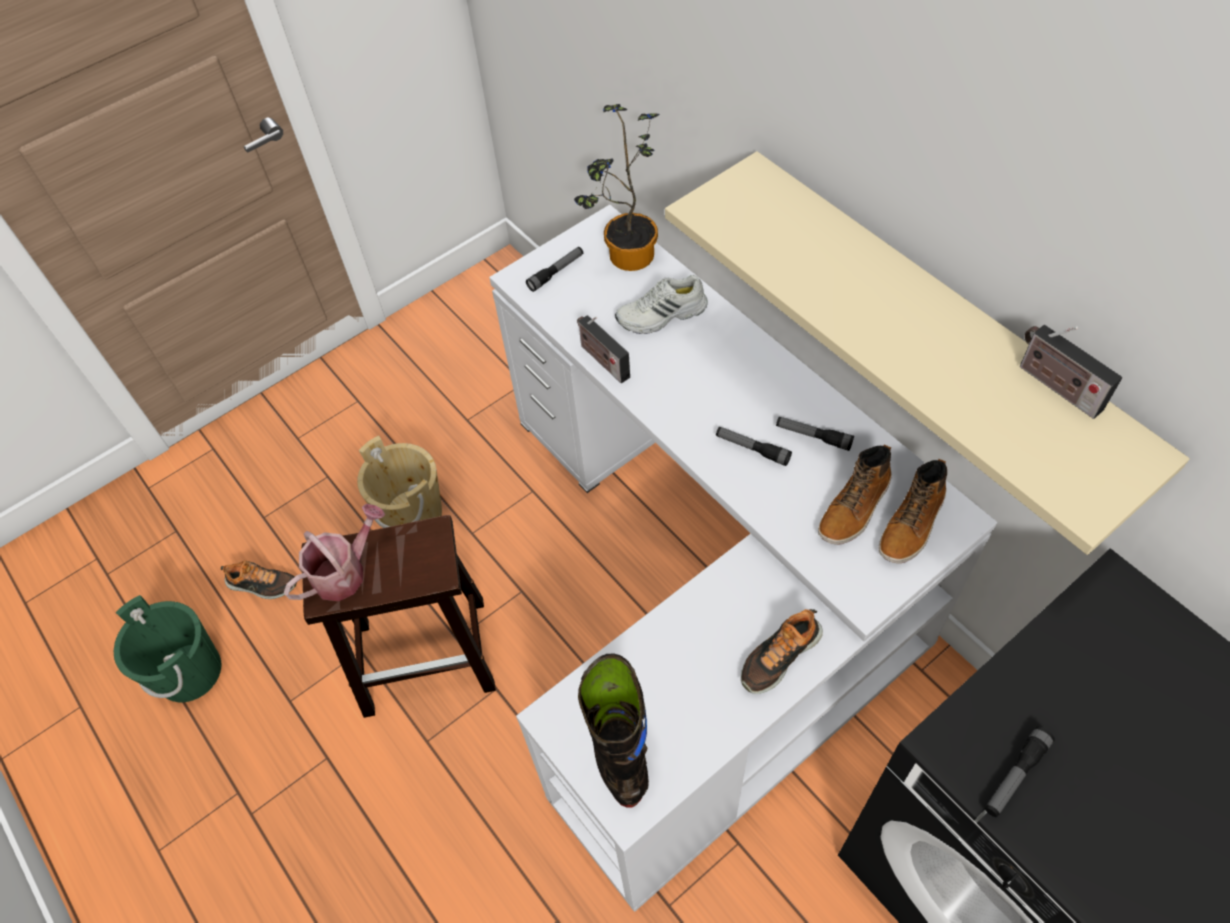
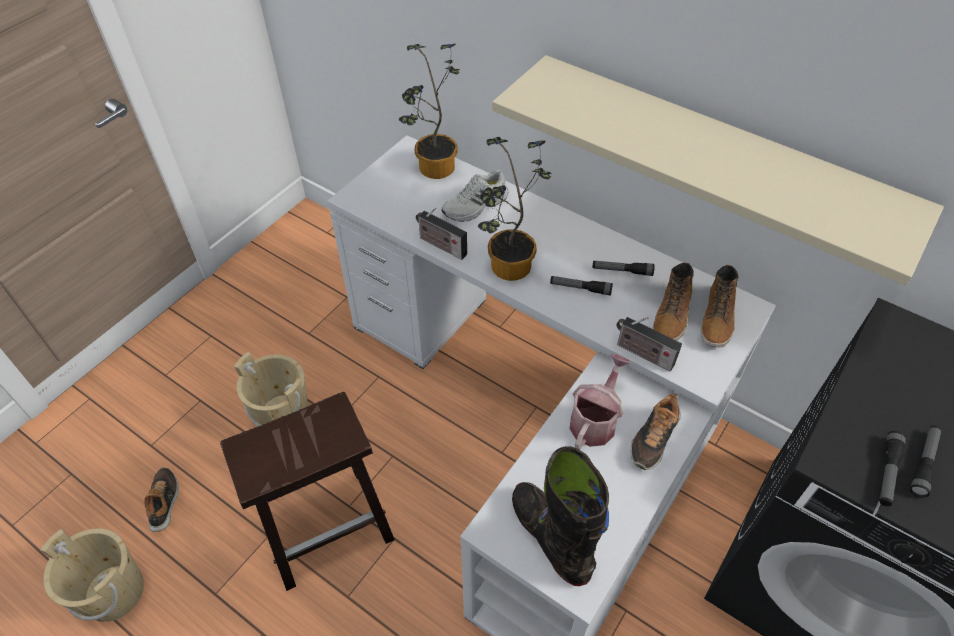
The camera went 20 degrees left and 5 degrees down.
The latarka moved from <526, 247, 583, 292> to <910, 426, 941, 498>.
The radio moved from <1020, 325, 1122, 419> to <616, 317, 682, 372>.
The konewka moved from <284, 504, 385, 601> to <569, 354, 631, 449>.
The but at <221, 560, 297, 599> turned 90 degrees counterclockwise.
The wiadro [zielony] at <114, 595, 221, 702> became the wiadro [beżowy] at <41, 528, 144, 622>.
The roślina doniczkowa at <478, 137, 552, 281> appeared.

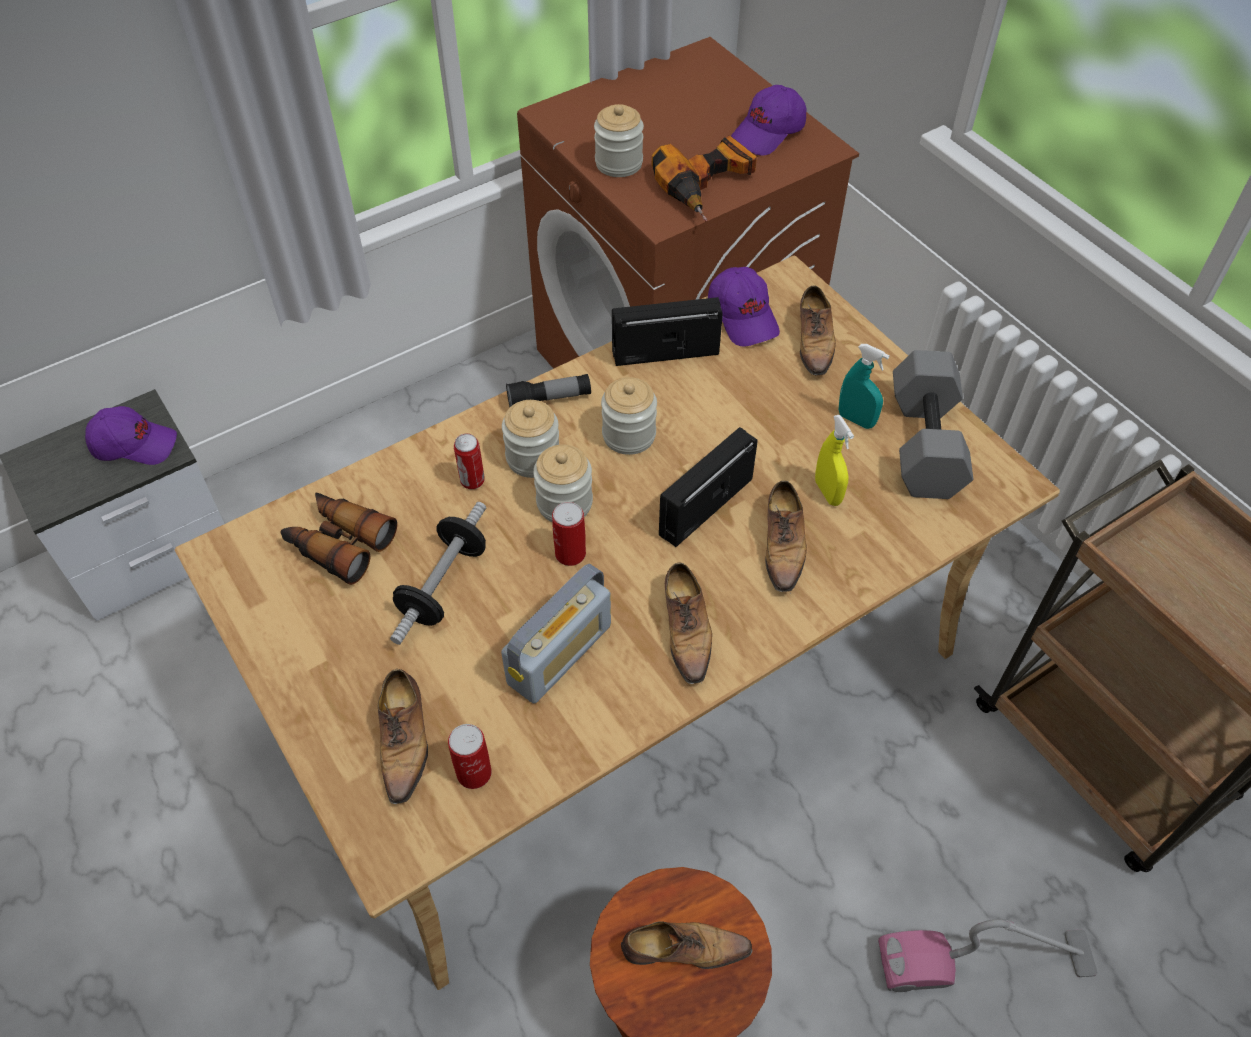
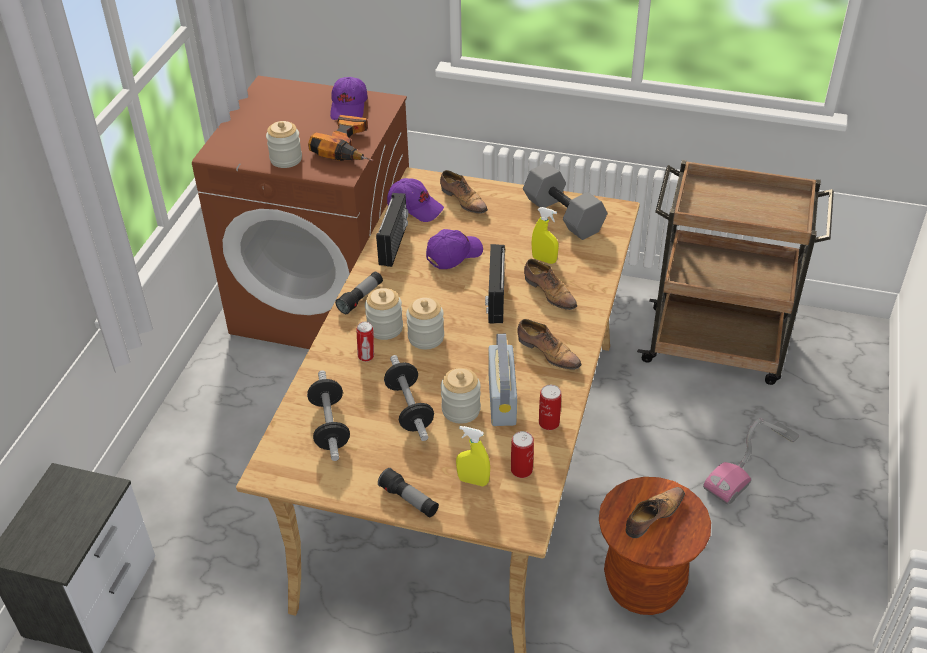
The camera went 40 degrees left and 10 degrees down.
The radio at <612, 297, 723, 366> turned 150 degrees clockwise.
The spryskiwacz [turkusowy] at <839, 344, 890, 429> disappeared.
The słoik moved from <601, 377, 657, 455> to <441, 368, 481, 424>.
The czapka z daszkiem [fioletowy] moved from <85, 406, 177, 465> to <426, 229, 483, 269>.
The lornetka at <280, 493, 397, 585> was replaced by the hantel at <307, 370, 350, 461>.
The puszka moved from <552, 502, 586, 566> to <539, 385, 561, 430>.
The but at <378, 669, 428, 804> was replaced by the spryskiwacz [żółty] at <456, 426, 490, 486>.
The latarka at <378, 468, 439, 517> appeared.

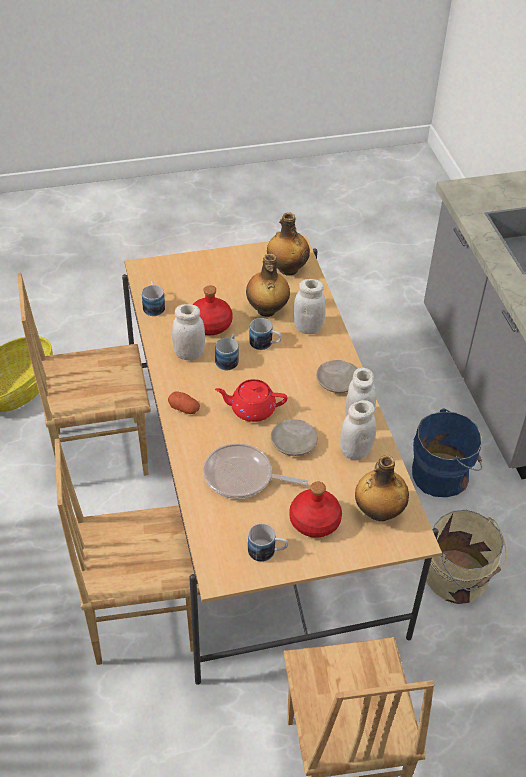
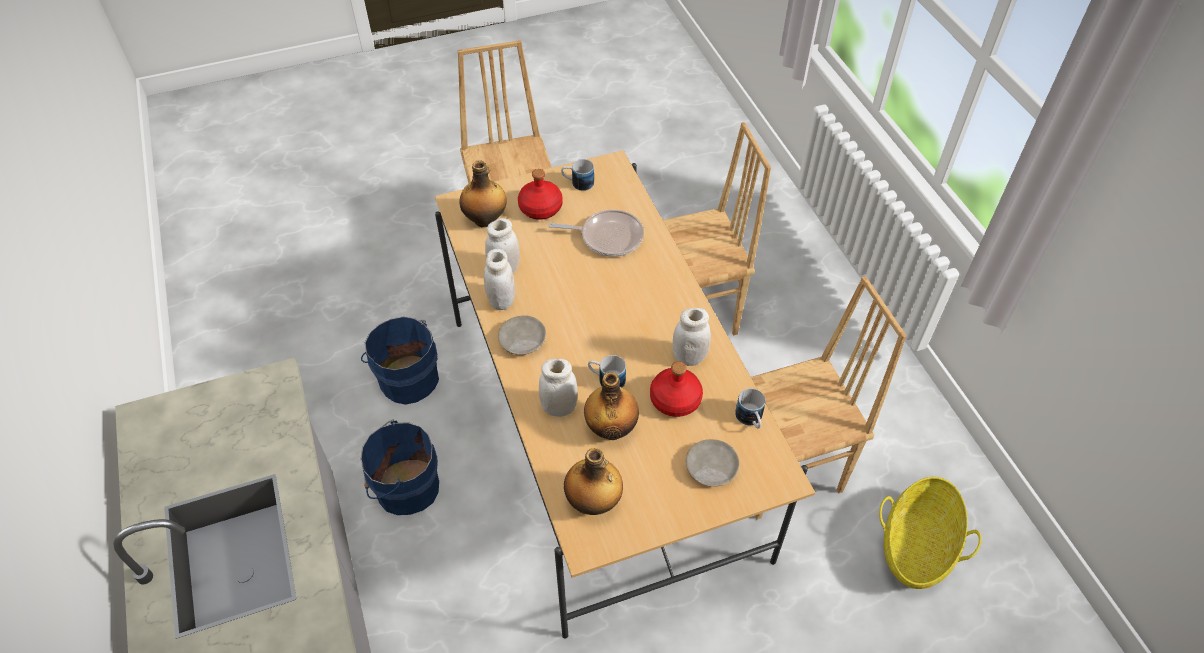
The camera went 175 degrees right and 5 degrees up.
The kubek at <215, 334, 239, 370> disappeared.
The imbryk [czerwony] at <215, 379, 287, 422> disappeared.
The ziemniak at <168, 391, 200, 414> disappeared.
The talerz [beżowy] moved from <271, 419, 318, 456> to <686, 439, 739, 486>.
The wiadro [beżowy] at <426, 510, 507, 604> became the wiadro [niebieski] at <361, 317, 439, 405>.

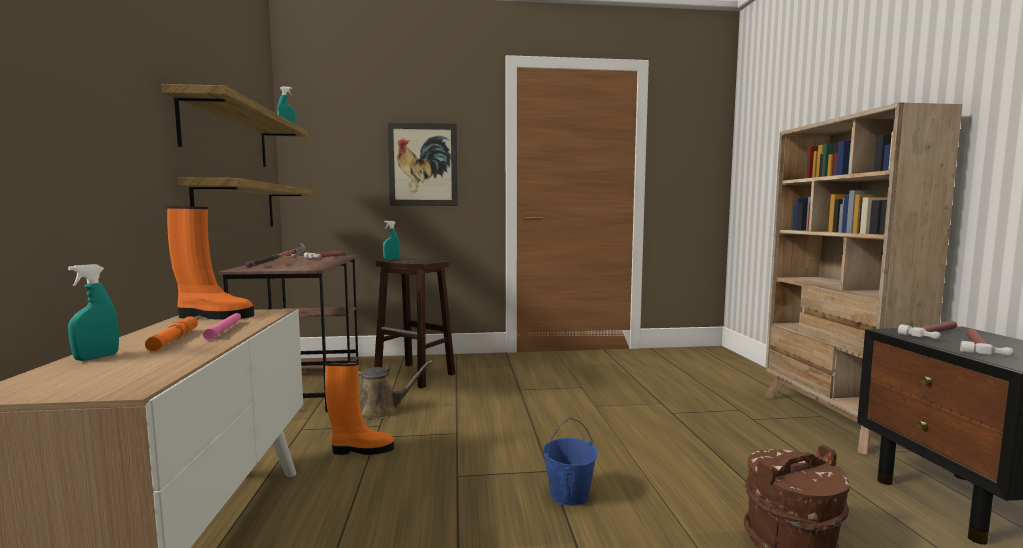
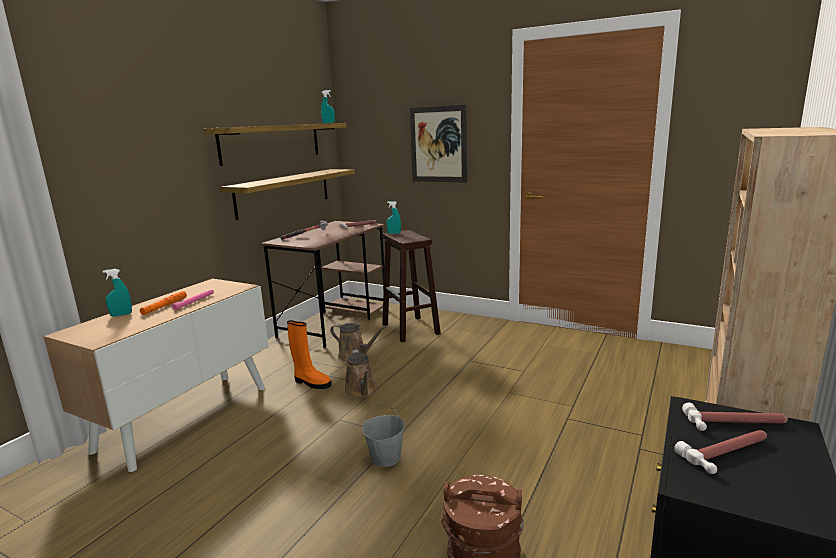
The camera went 35 degrees right and 10 degrees up.
The but z cholewką [pomarańczowy] at <167, 206, 254, 319> disappeared.
The wiadro [niebieski] at <543, 418, 598, 506> became the wiadro [szary] at <362, 403, 405, 467>.
The konewka [brązowy] at <344, 349, 378, 398> appeared.

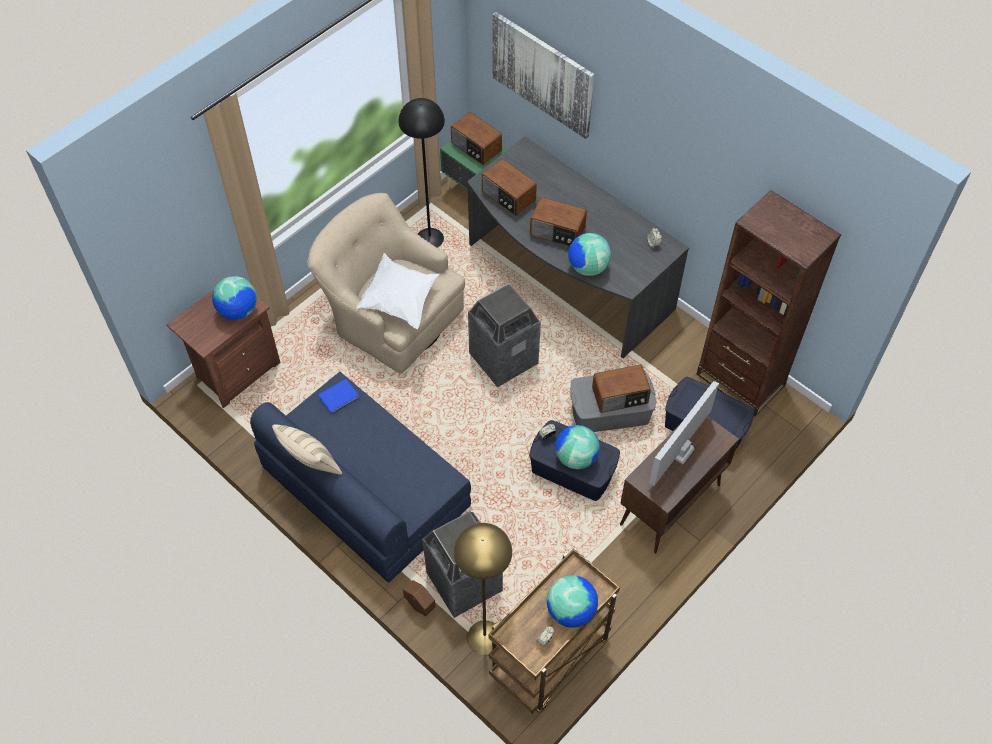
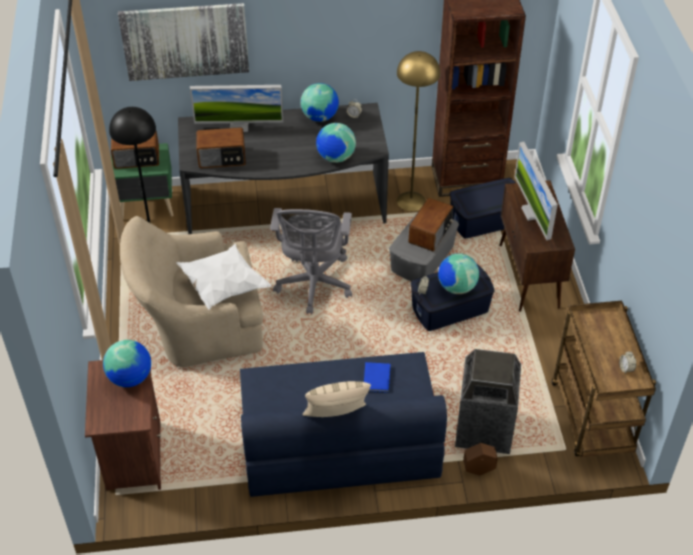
The camera went 50 degrees left and 10 degrees down.
The radio at <530, 197, 587, 247> disappeared.
The kosz na śmieci at <468, 283, 541, 387> was replaced by the krzesło biurowe [szary] at <270, 208, 352, 314>.
The książka [niebieski] moved from <318, 379, 359, 414> to <364, 362, 390, 393>.
The lampa stojąca [żółty] moved from <454, 523, 512, 655> to <397, 51, 441, 211>.
The globus moved from <547, 575, 598, 628> to <301, 83, 339, 122>.
The monitor at <190, 85, 283, 132> appeared.

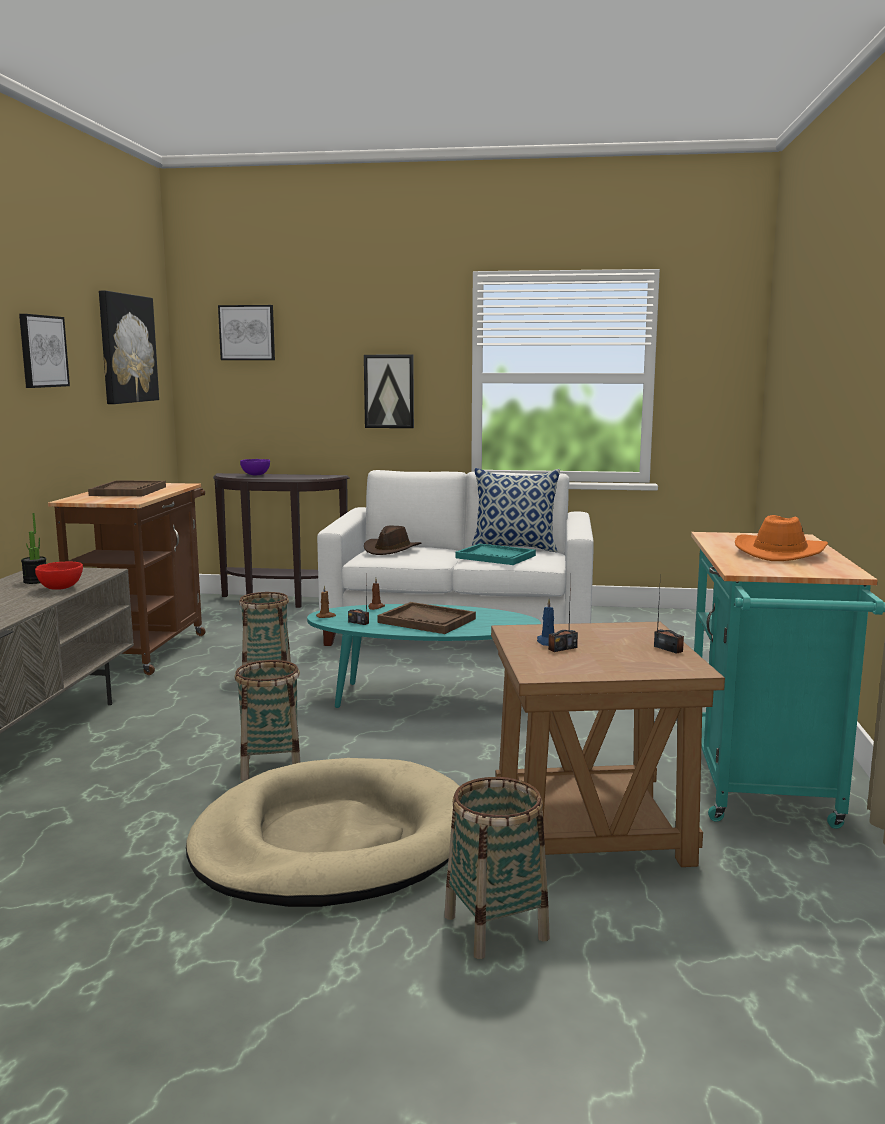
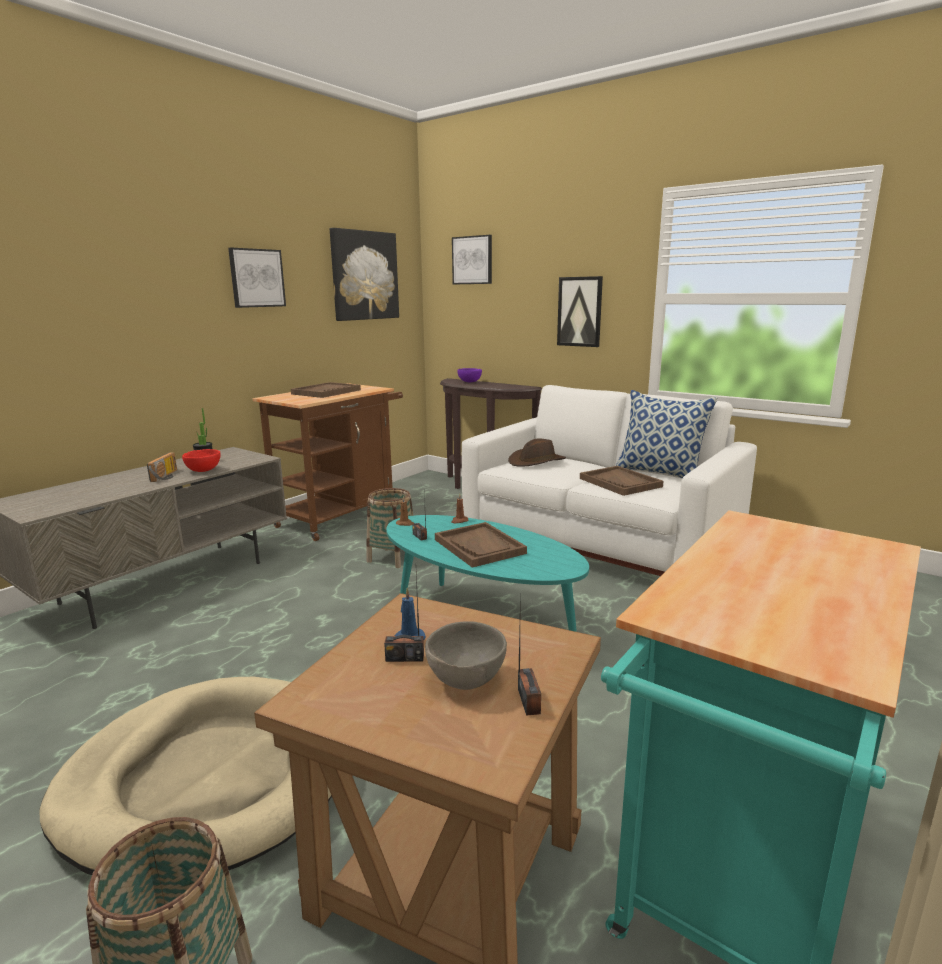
The camera went 30 degrees right and 5 degrees up.
The kapelusz [pomarańczowy] at <735, 515, 828, 561> disappeared.
The taca [turkusowy] at <455, 543, 536, 565> became the taca [brązowy] at <580, 466, 663, 496>.
The koszyk at <235, 660, 300, 781> disappeared.
The radio at <147, 452, 177, 482> appeared.
The miska [szary] at <425, 621, 507, 690> appeared.

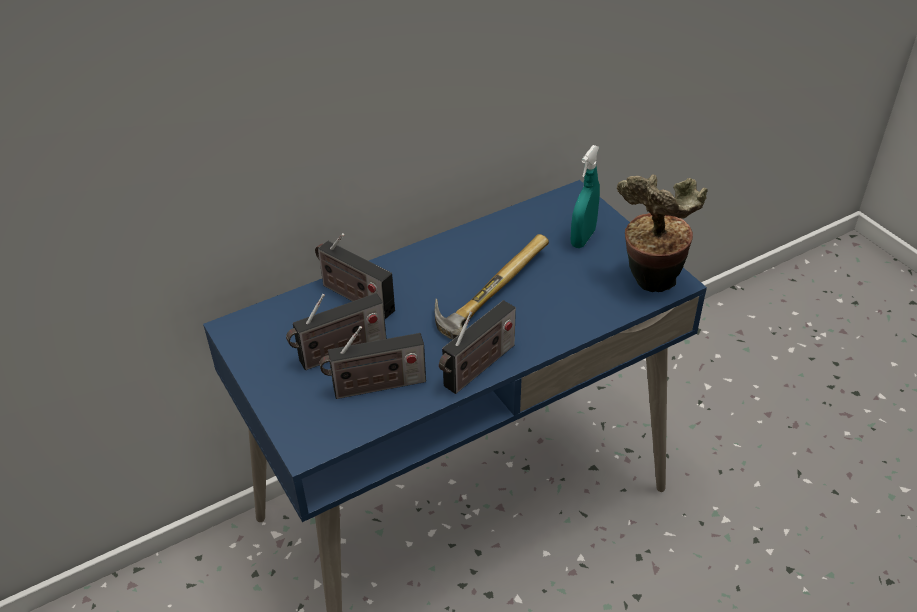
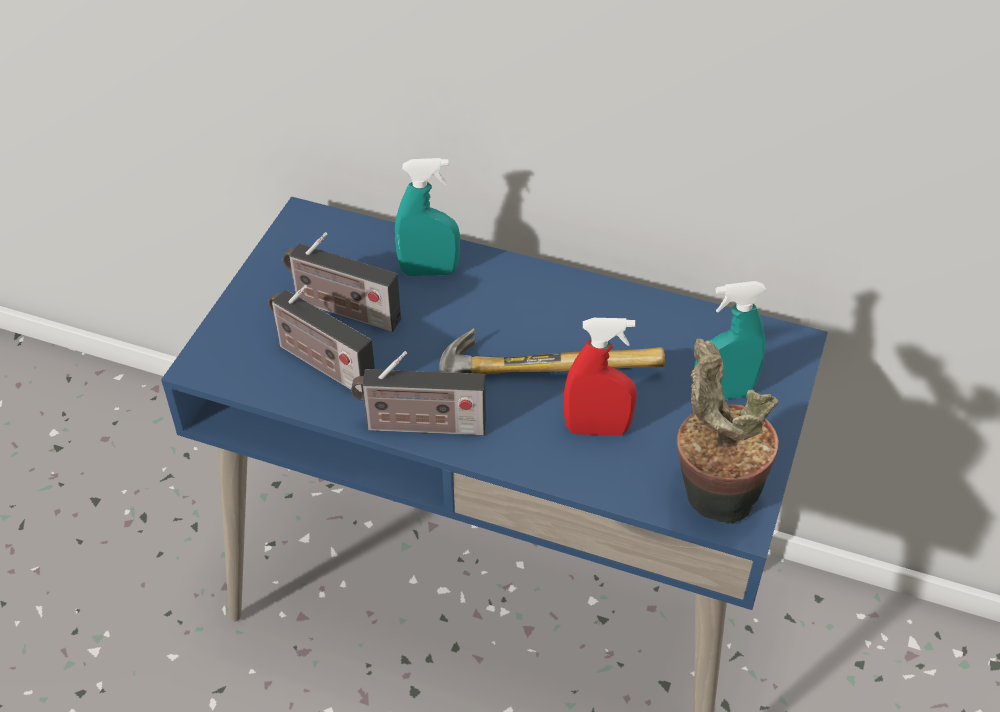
The camera went 50 degrees right and 5 degrees up.
The radio at <315, 233, 395, 319> was replaced by the spryskiwacz [turkusowy] at <395, 158, 460, 276>.
The spryskiwacz [czerwony] at <564, 318, 637, 436> appeared.

